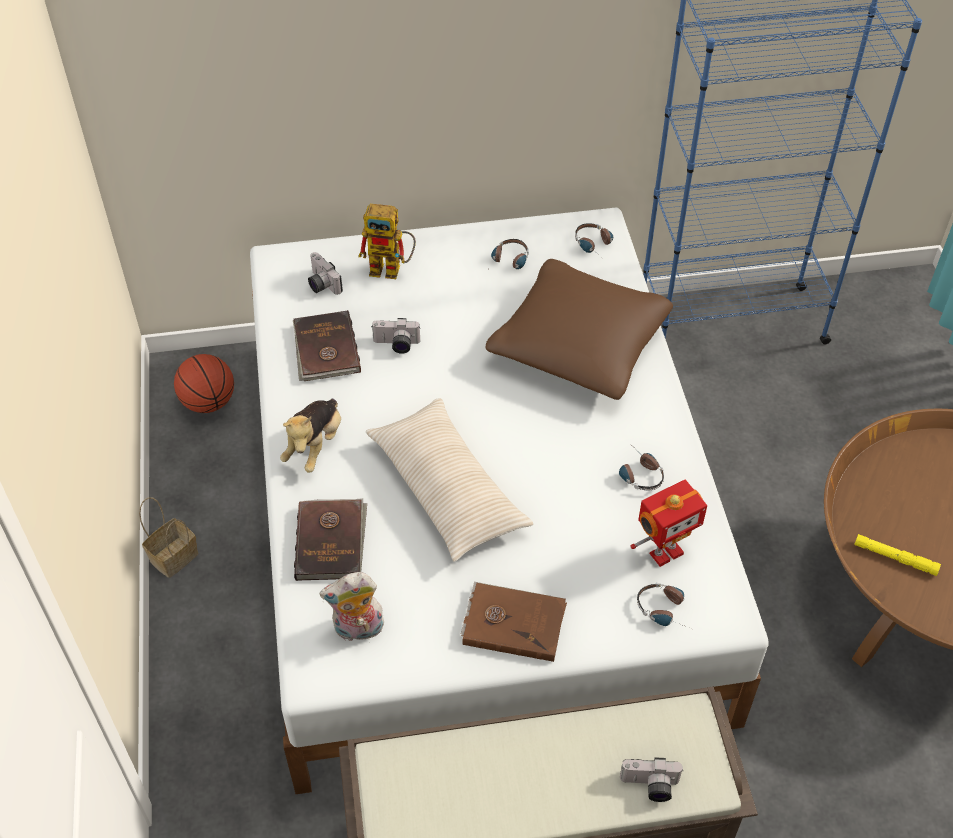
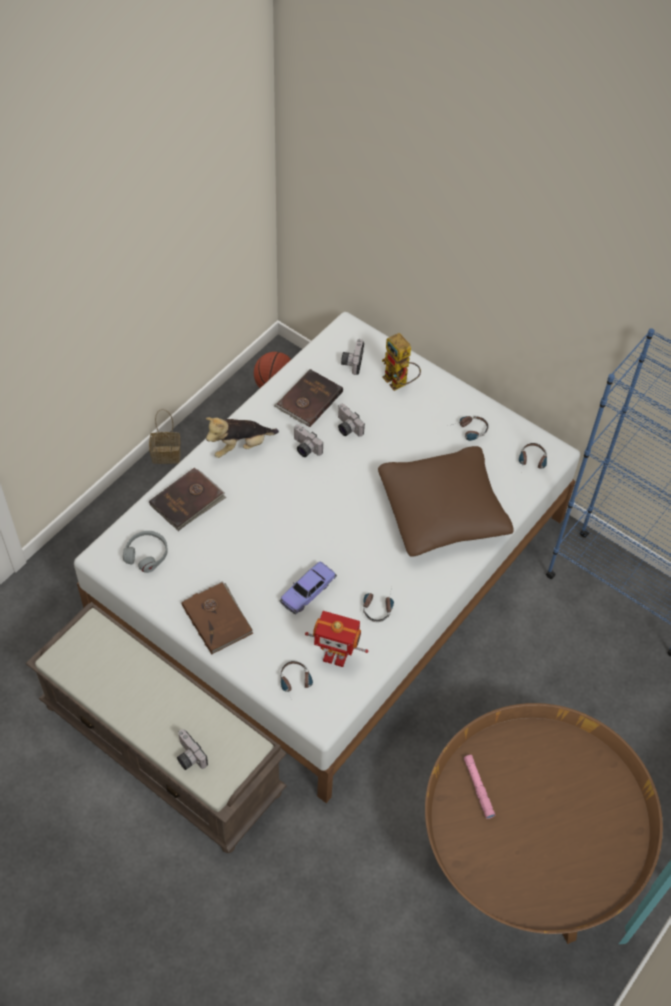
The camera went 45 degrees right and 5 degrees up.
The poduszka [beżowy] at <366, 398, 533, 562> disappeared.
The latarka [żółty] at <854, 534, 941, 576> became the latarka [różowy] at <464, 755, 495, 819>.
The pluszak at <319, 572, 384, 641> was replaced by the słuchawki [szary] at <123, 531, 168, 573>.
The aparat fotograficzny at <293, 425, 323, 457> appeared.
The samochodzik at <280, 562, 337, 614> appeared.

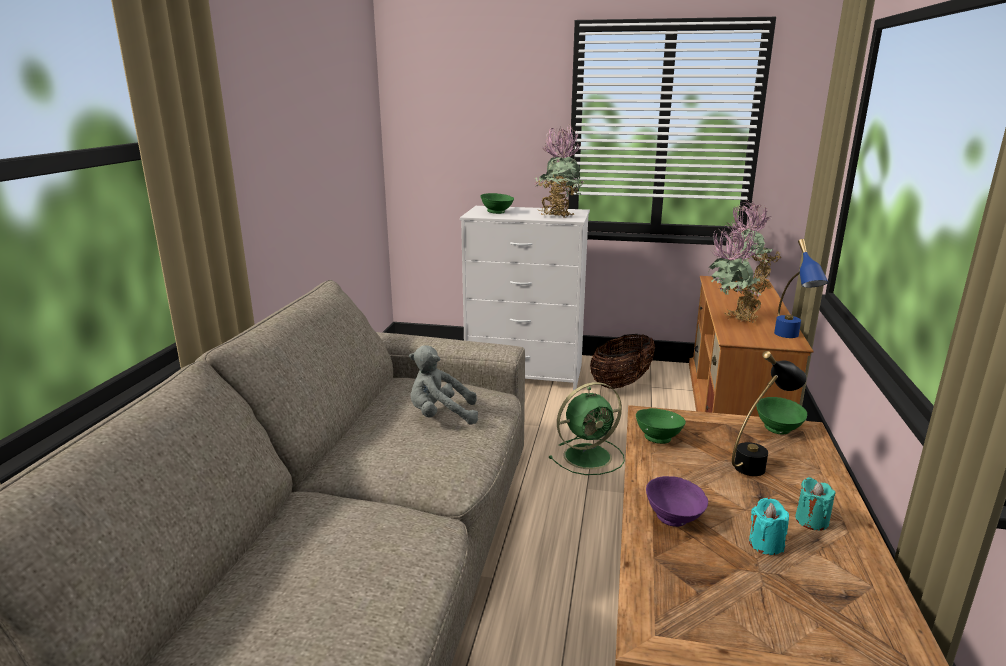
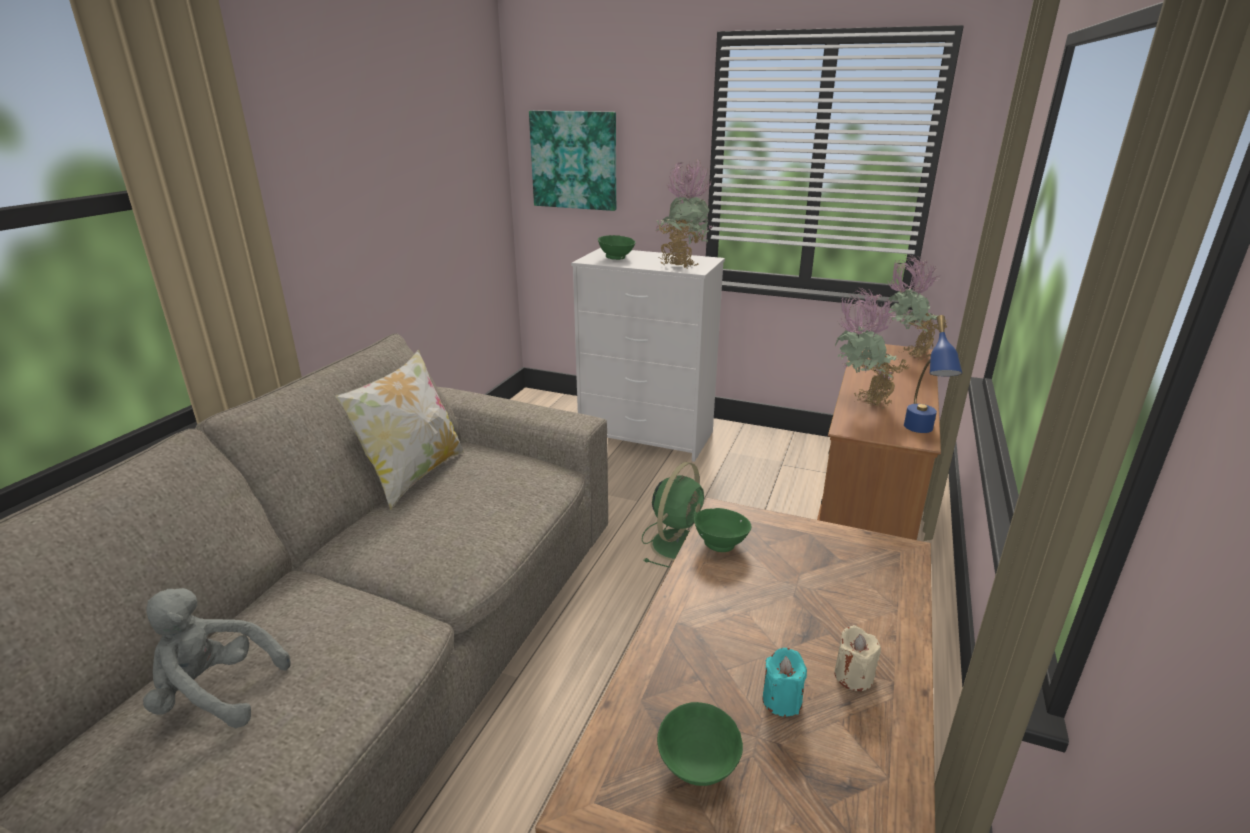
The camera went 10 degrees right and 5 degrees up.
The koszyk at <590, 334, 655, 389> disappeared.
The pluszak [szary] moved from <409, 345, 478, 425> to <143, 588, 290, 728>.
The lampa stołowa [czarny] at <732, 351, 807, 476> disappeared.
The wentylator [zielony] at <549, 382, 625, 475> turned 45 degrees counterclockwise.
The miska [zielony] moved from <756, 397, 807, 435> to <657, 702, 743, 786>.
The miska [fioletowy] at <646, 476, 708, 527> disappeared.
The świeca [turkusowy] at <795, 477, 835, 531> became the świeca [beżowy] at <834, 625, 881, 691>.
The obraz at <529, 111, 616, 211> appeared.
The poduszka at <335, 350, 464, 510> appeared.

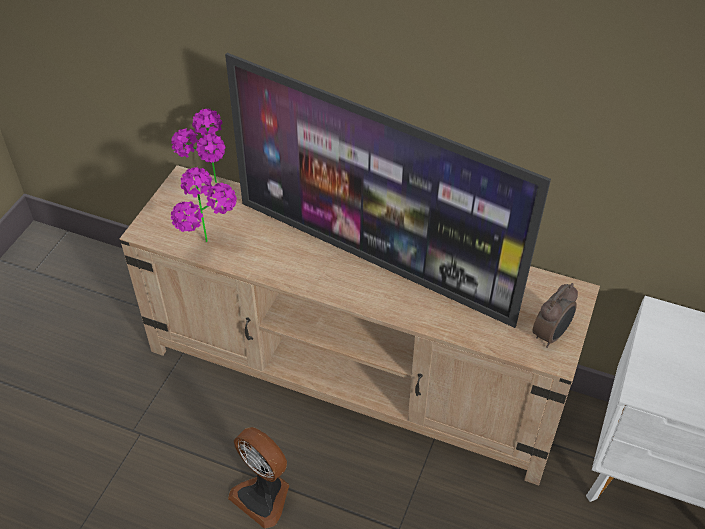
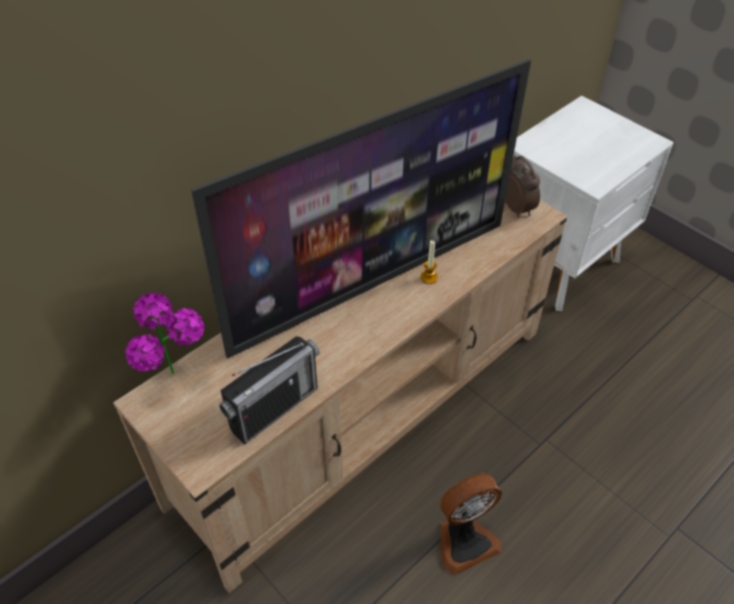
The camera went 65 degrees left and 0 degrees up.
The roślina doniczkowa at <171, 167, 237, 242> was replaced by the radio at <219, 336, 320, 445>.
The świeca at <421, 240, 438, 284> appeared.

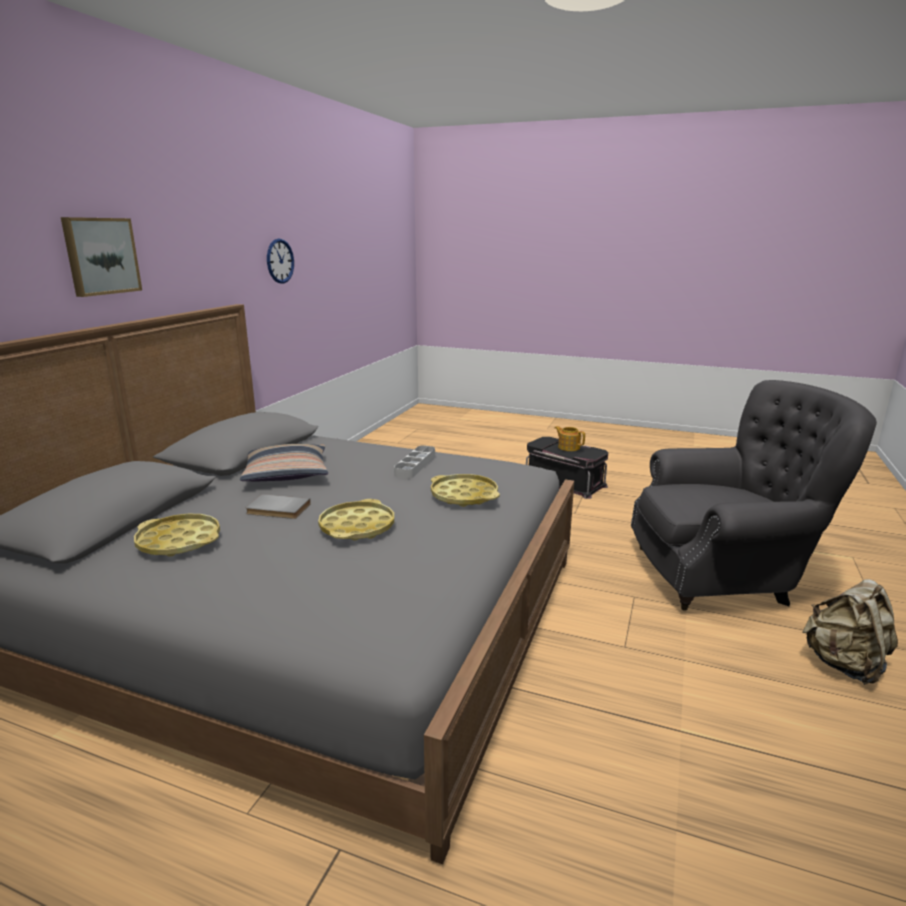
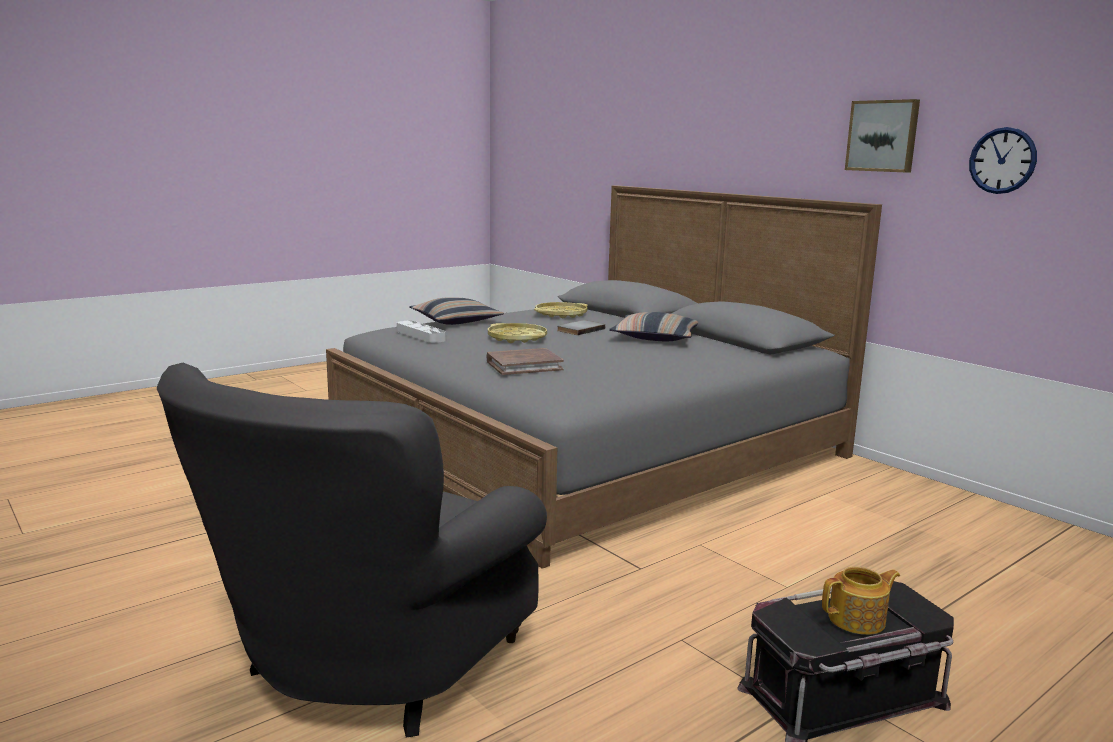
The camera went 120 degrees right and 5 degrees down.
The obraz moved from <61, 217, 142, 297> to <845, 99, 920, 173>.
The taca [szary] moved from <394, 445, 435, 479> to <397, 320, 446, 343>.
The taca [żółty] at <431, 474, 500, 507> was replaced by the książka [brązowy] at <487, 348, 564, 375>.
The plecak [beżowy] at <803, 579, 898, 685> disappeared.
The poduszka at <410, 297, 504, 325> appeared.

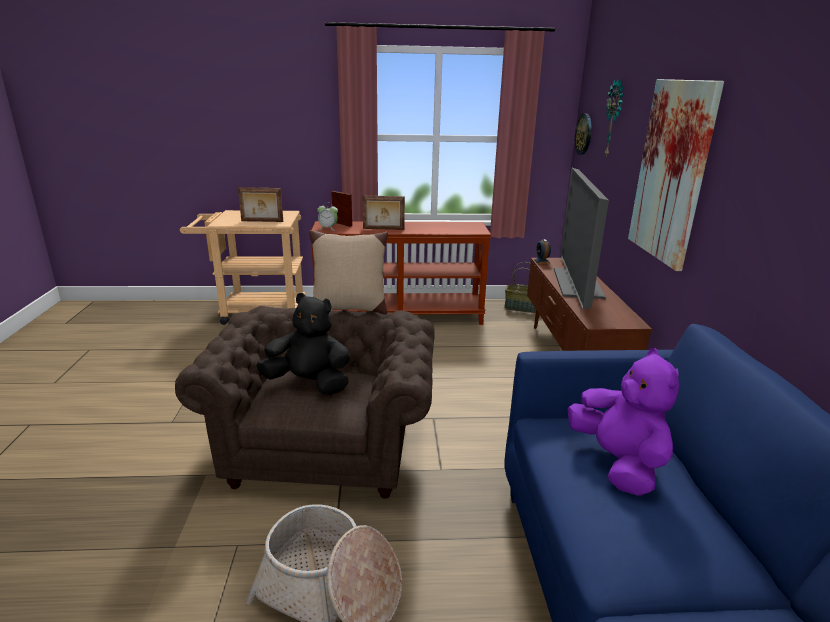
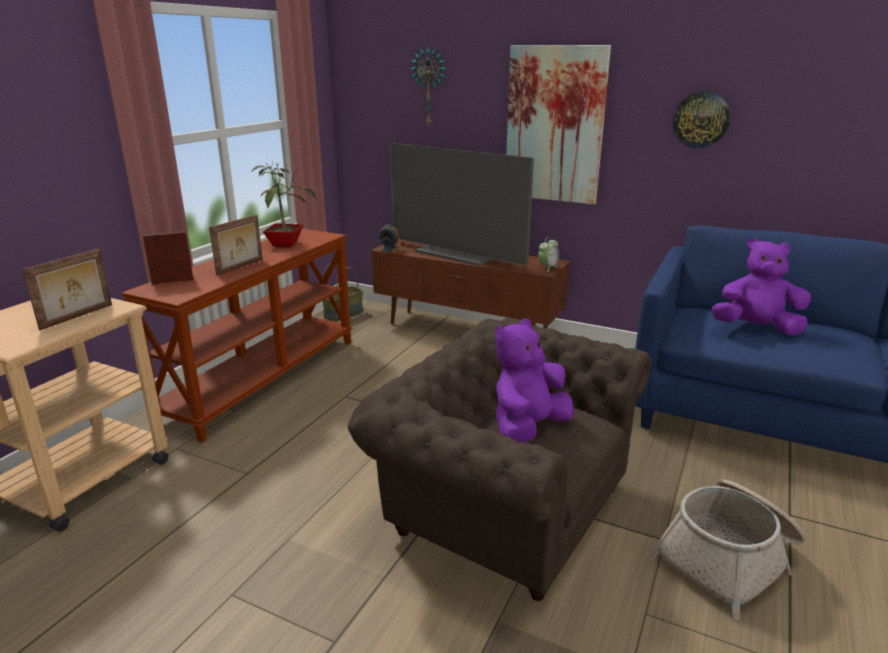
The camera went 60 degrees left and 0 degrees up.
The zegar ścienny moved from <575, 114, 592, 155> to <673, 92, 731, 148>.
The budzik moved from <317, 203, 338, 231> to <538, 237, 559, 272>.
The poduszka [beżowy] at <309, 230, 388, 315> disappeared.
The pluszak [czarny] at <256, 293, 351, 395> became the pluszak [fioletowy] at <495, 319, 574, 442>.
The roślina doniczkowa at <251, 162, 316, 247> appeared.

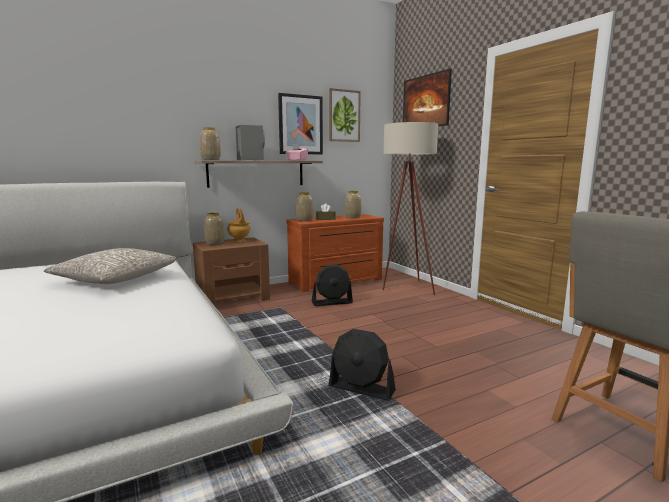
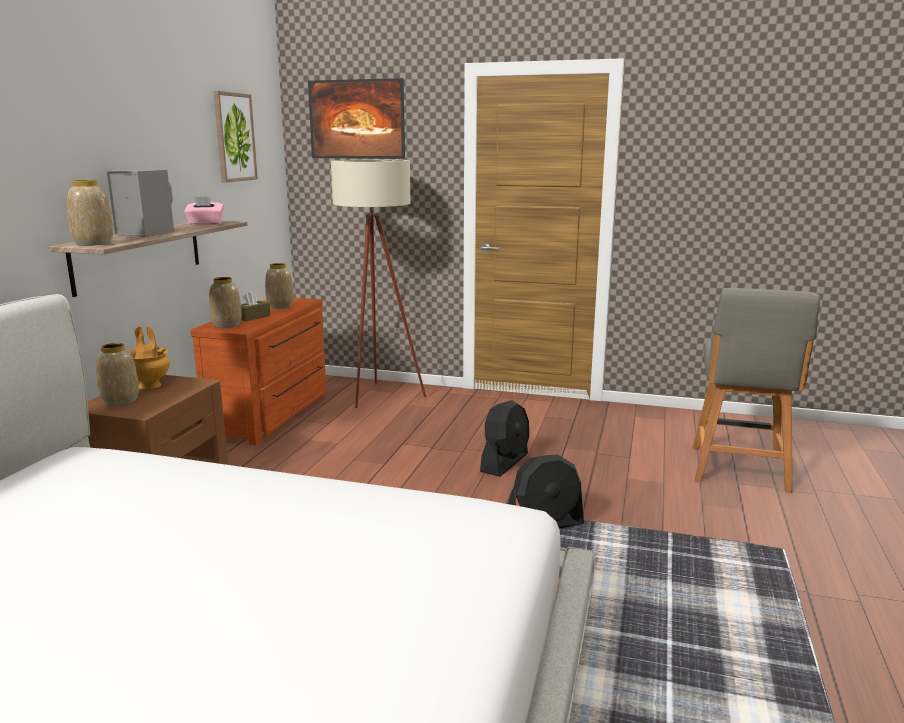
The camera went 45 degrees left and 5 degrees up.
The obraz at <278, 93, 323, 154> disappeared.
The poduszka [szary] at <44, 248, 177, 284> disappeared.
The wentylator [czarny] moved from <312, 265, 353, 306> to <480, 400, 529, 477>.

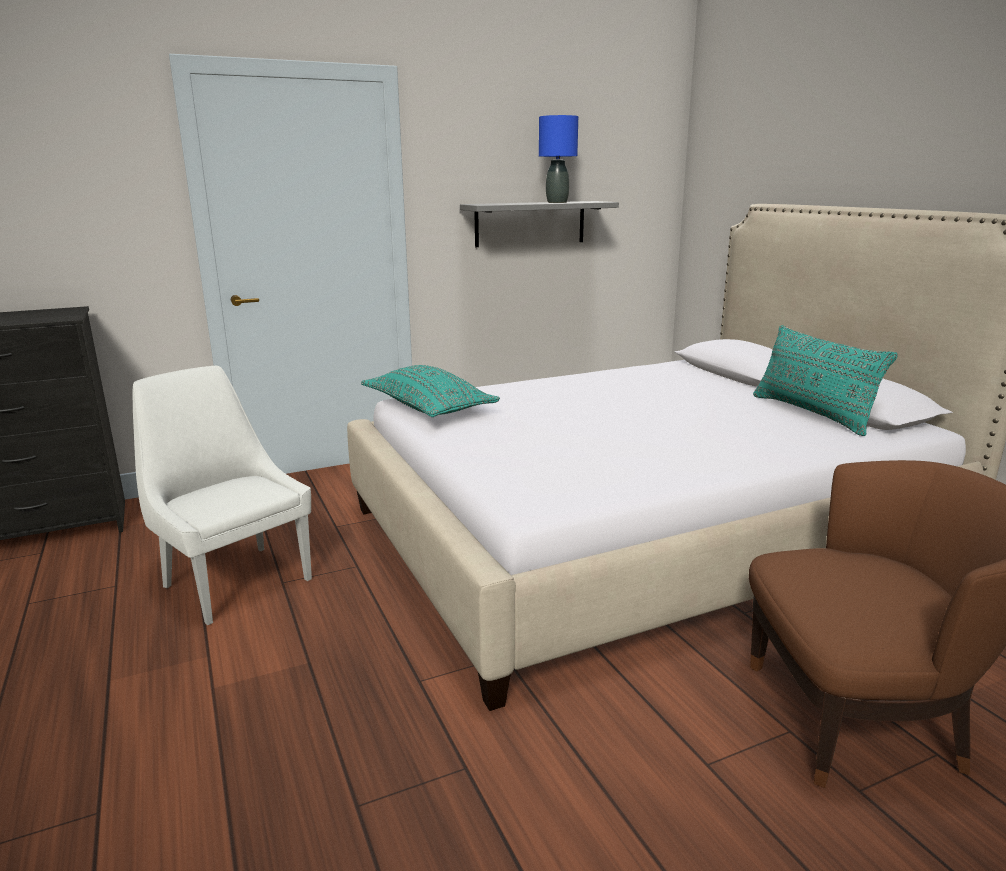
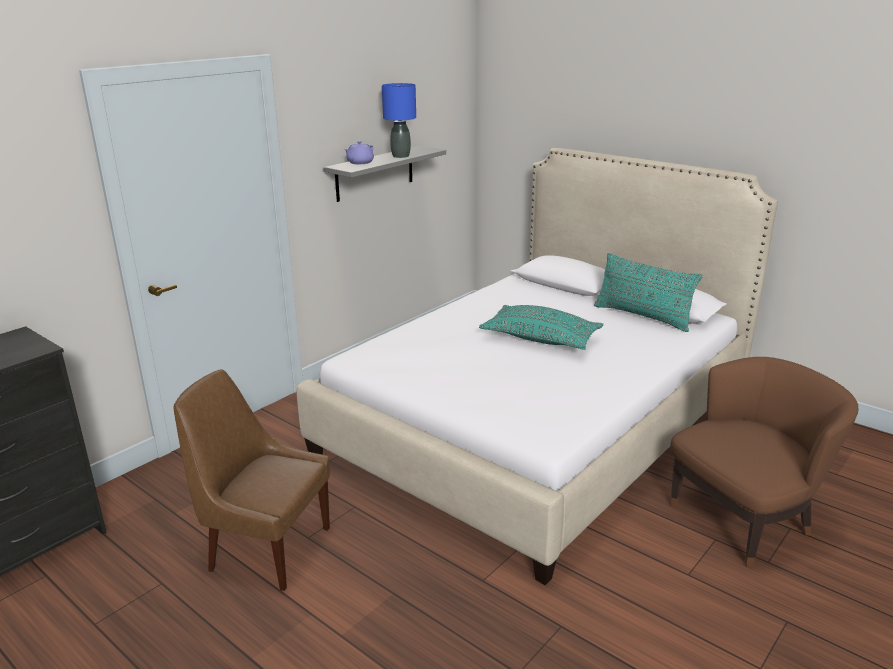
The camera went 25 degrees left and 5 degrees up.
The poduszka [turkusowy] moved from <361, 365, 500, 417> to <479, 305, 604, 350>.
The krzesło [biały] at <133, 366, 312, 625> became the krzesło [brązowy] at <173, 369, 330, 591>.
The imbryk [fioletowy] at <344, 141, 374, 164> appeared.

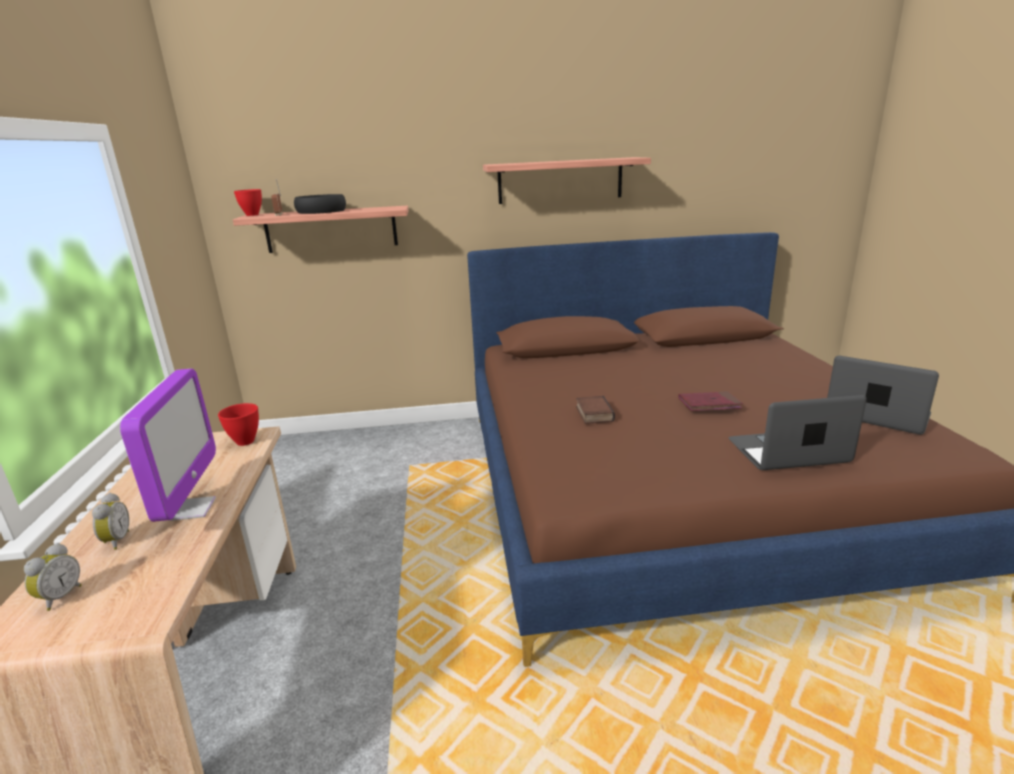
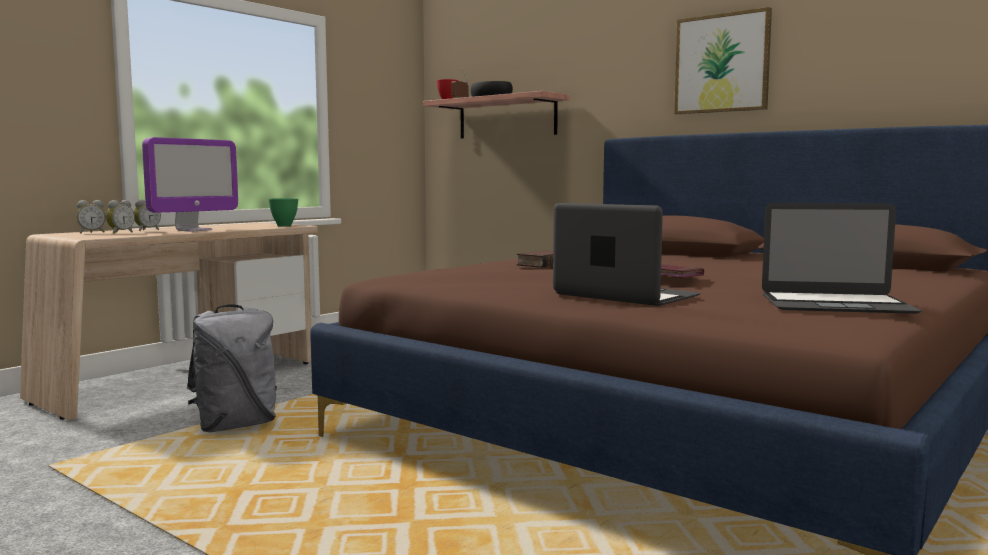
The camera went 45 degrees right and 15 degrees down.
The półka at <483, 157, 651, 204> was replaced by the obraz at <674, 7, 772, 114>.
The laptop at <827, 356, 939, 435> turned 105 degrees clockwise.
The miska [czerwony] at <218, 403, 259, 446> became the miska [zielony] at <269, 198, 298, 226>.
The budzik at <106, 200, 135, 234> appeared.
The plecak [szary] at <187, 304, 277, 432> appeared.

